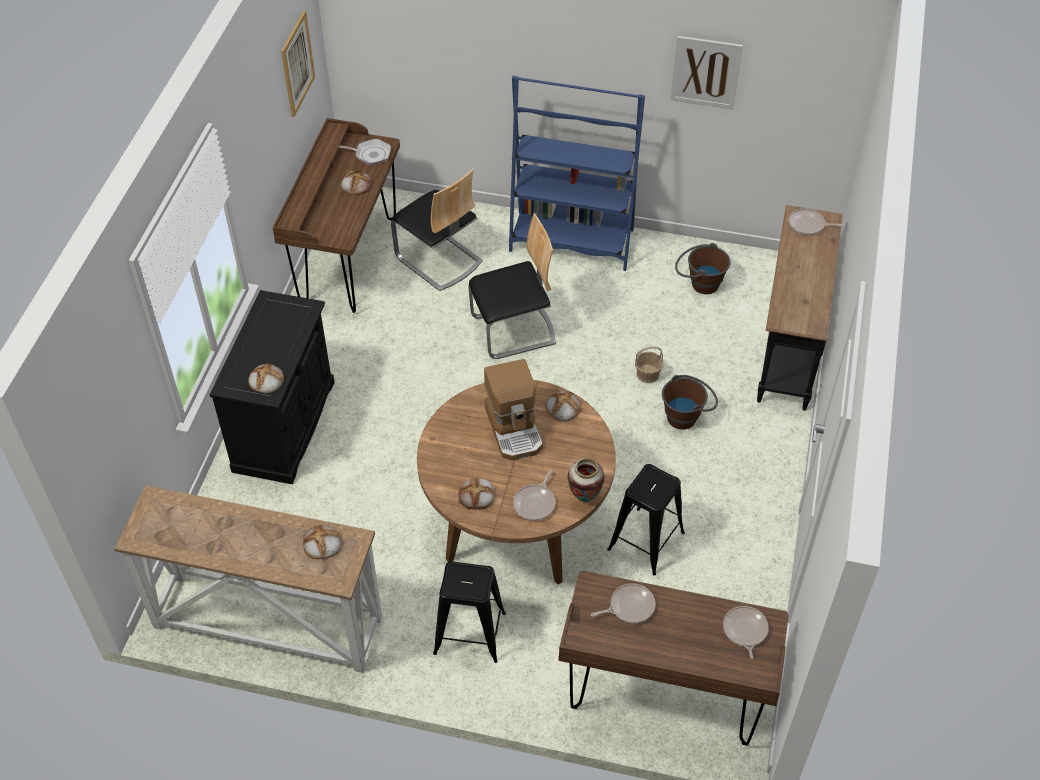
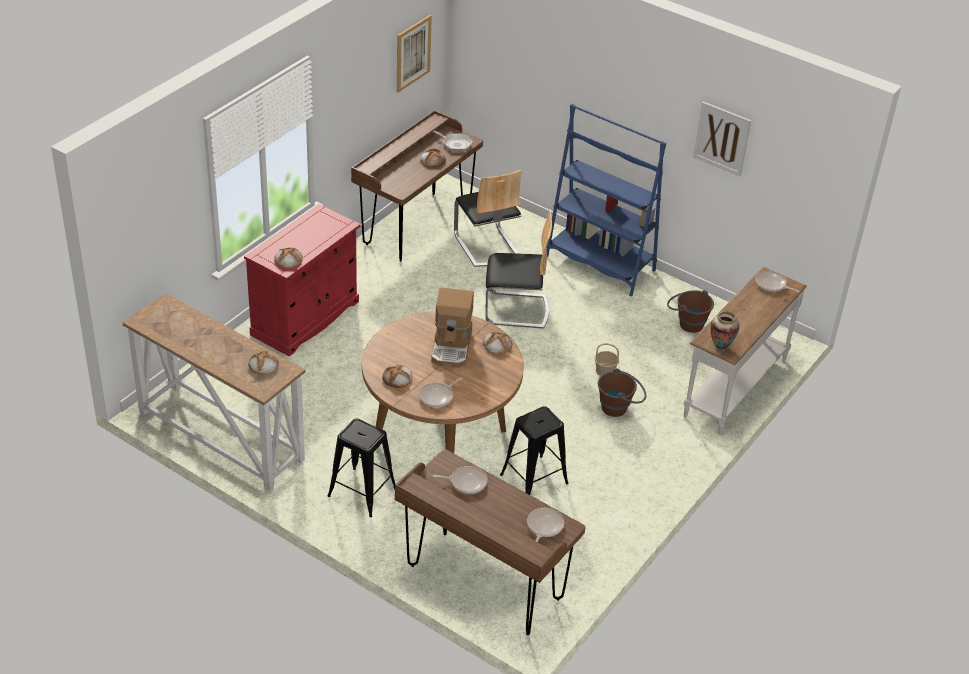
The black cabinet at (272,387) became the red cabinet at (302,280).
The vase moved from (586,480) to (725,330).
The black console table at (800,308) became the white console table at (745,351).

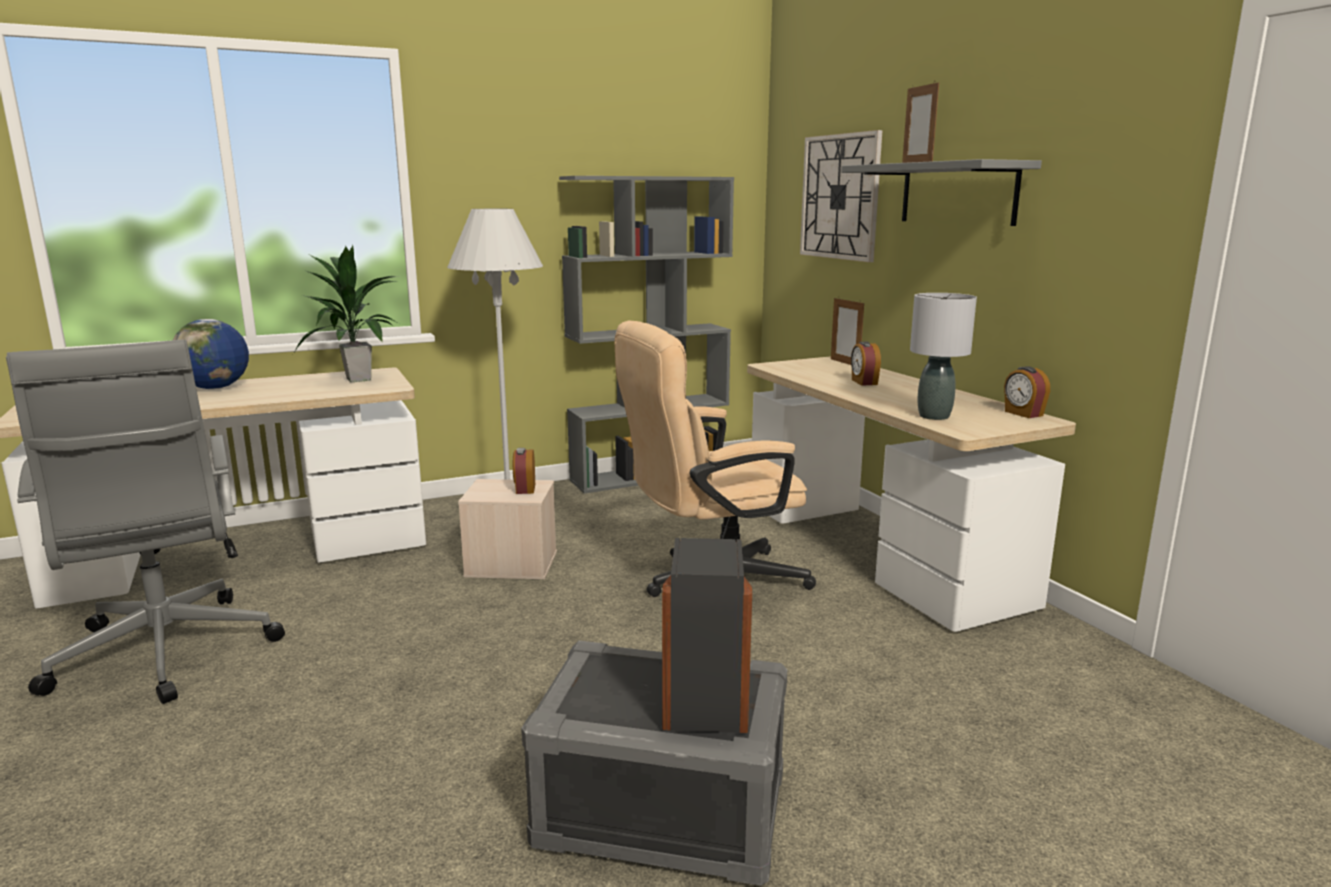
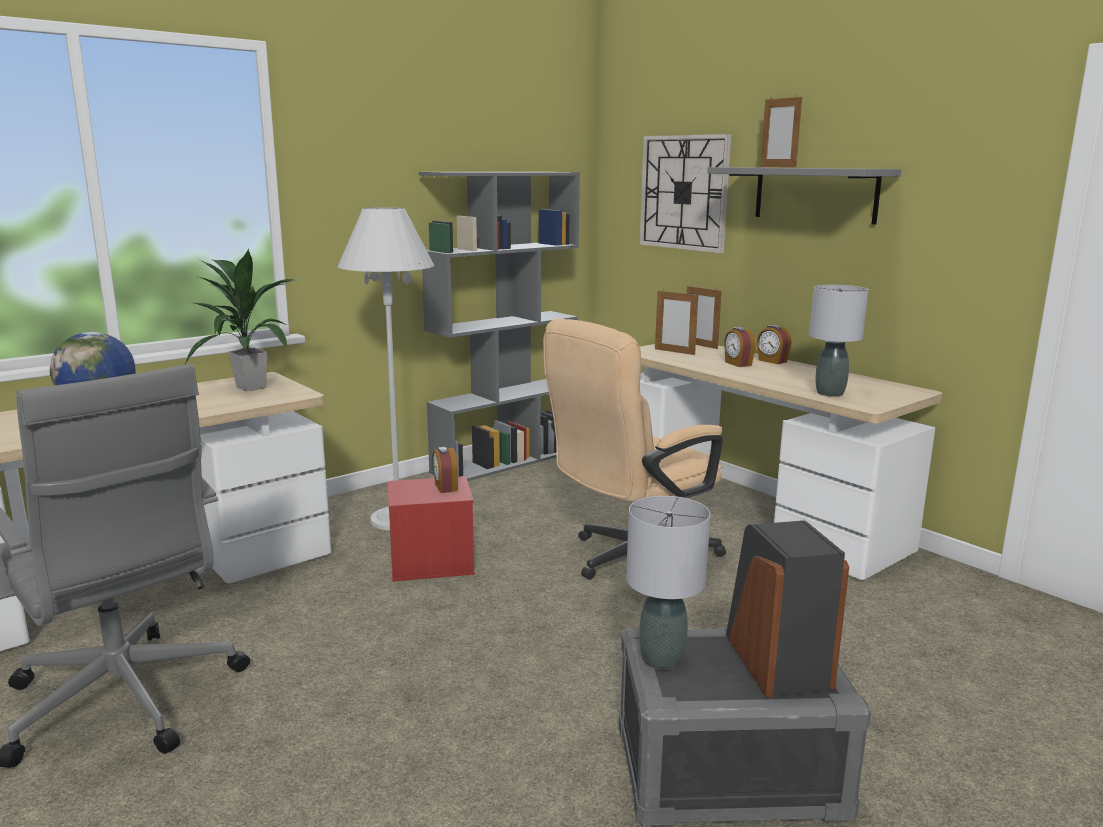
The beige storage box at (507,529) became the red storage box at (431,529).
The alarm clock moved from (1027,392) to (774,344).
The grey table lamp at (668,583) appeared.
The picture frame at (676,322) appeared.

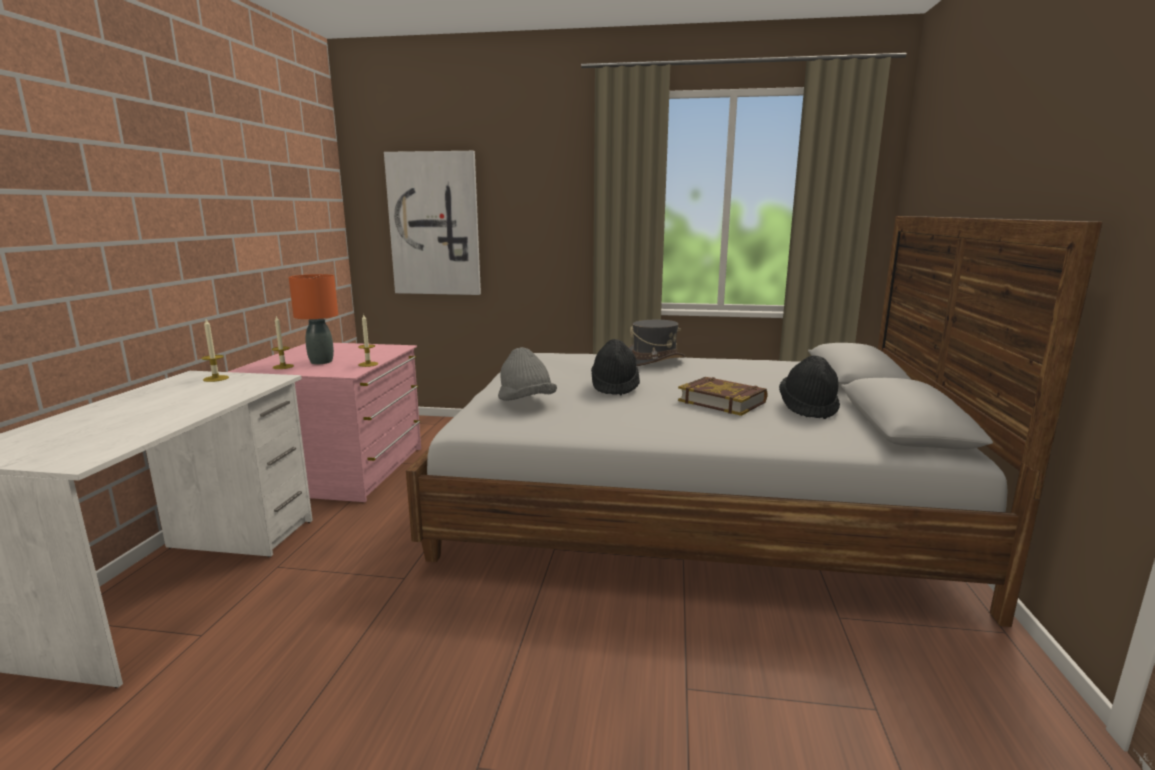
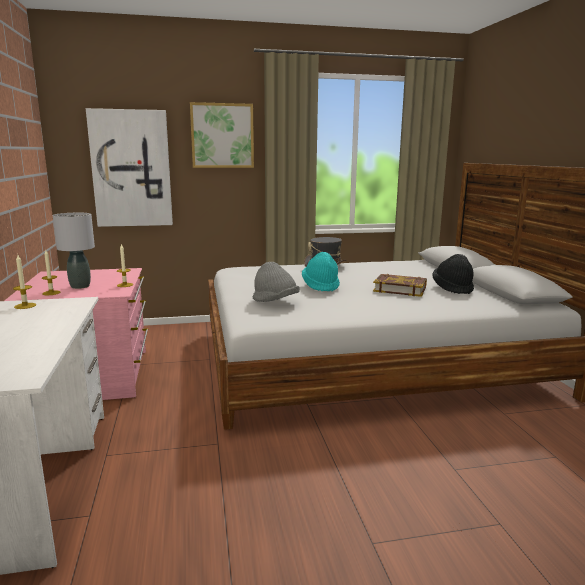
The orange table lamp at (313,319) became the grey table lamp at (74,251).
The black hat at (615,367) became the turquoise hat at (321,271).
The picture at (222,135) appeared.

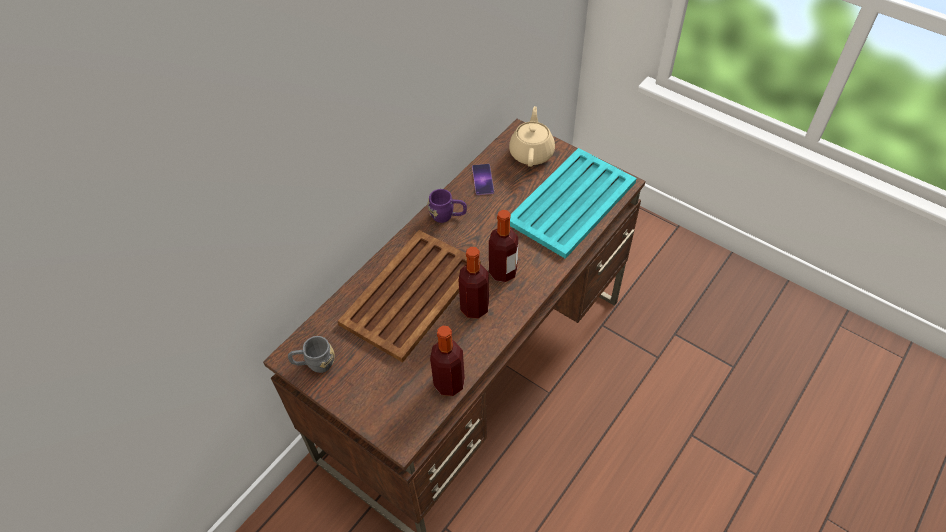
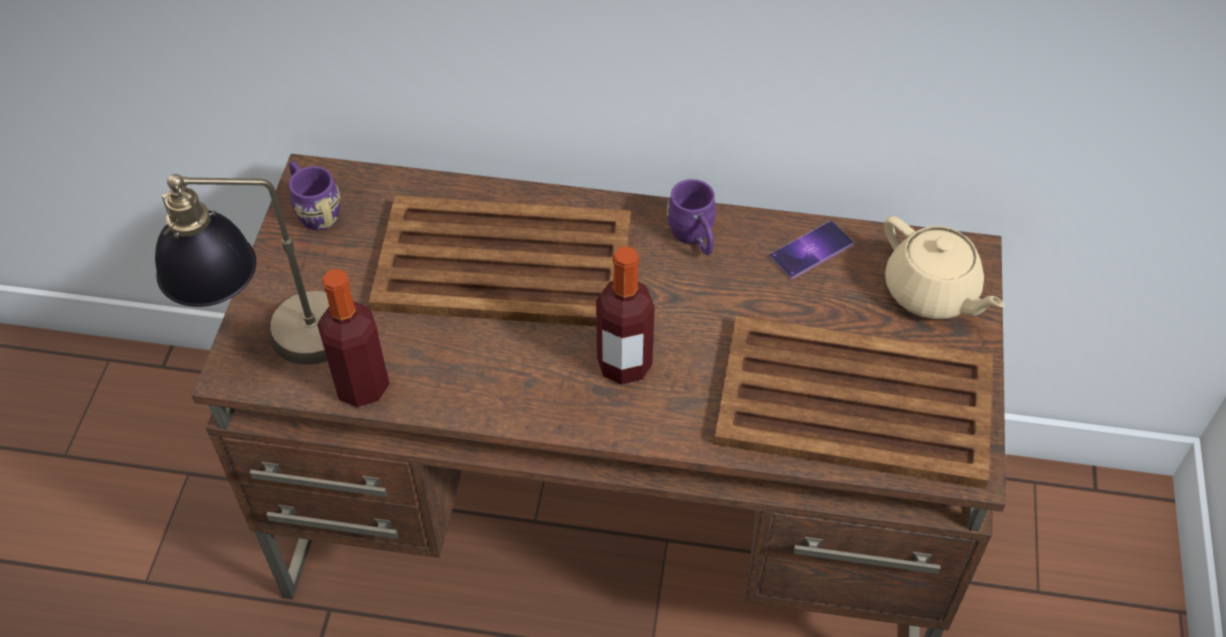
The grey mug at (311,354) became the purple mug at (314,195).
The bottle at (474,282) disappeared.
The beige teapot at (532,136) turned 75 degrees clockwise.
The turquoise tray at (573,203) became the brown tray at (853,402).
The table lamp at (242,269) appeared.

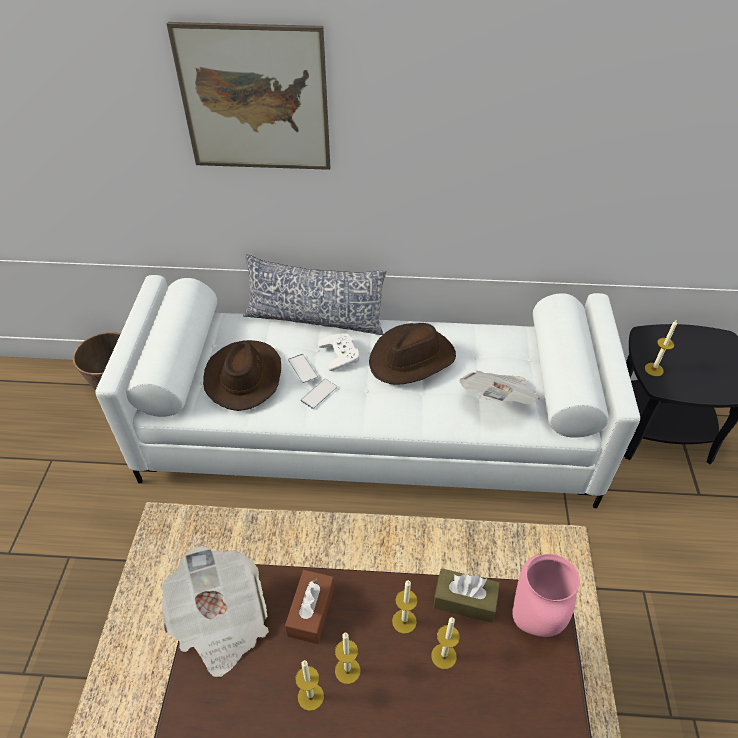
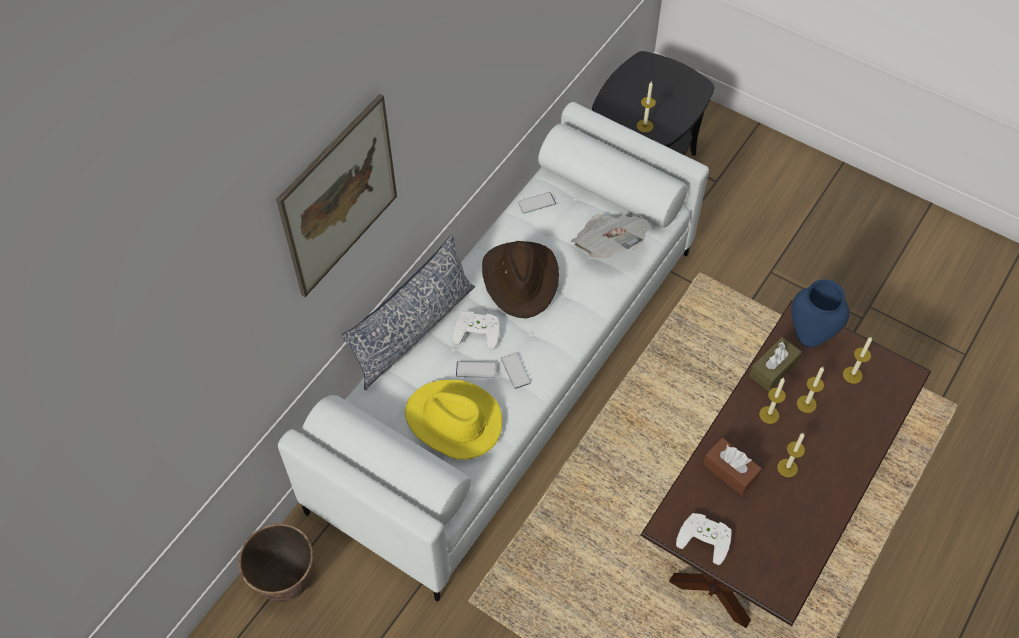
The newspaper at (215,611) was replaced by the white game controller at (703,539).
The brown hat at (242,375) became the yellow hat at (453,420).
The candle moved from (310,685) to (857,360).
The pink vase at (546,595) became the blue vase at (820,313).
The phone at (537,203) appeared.

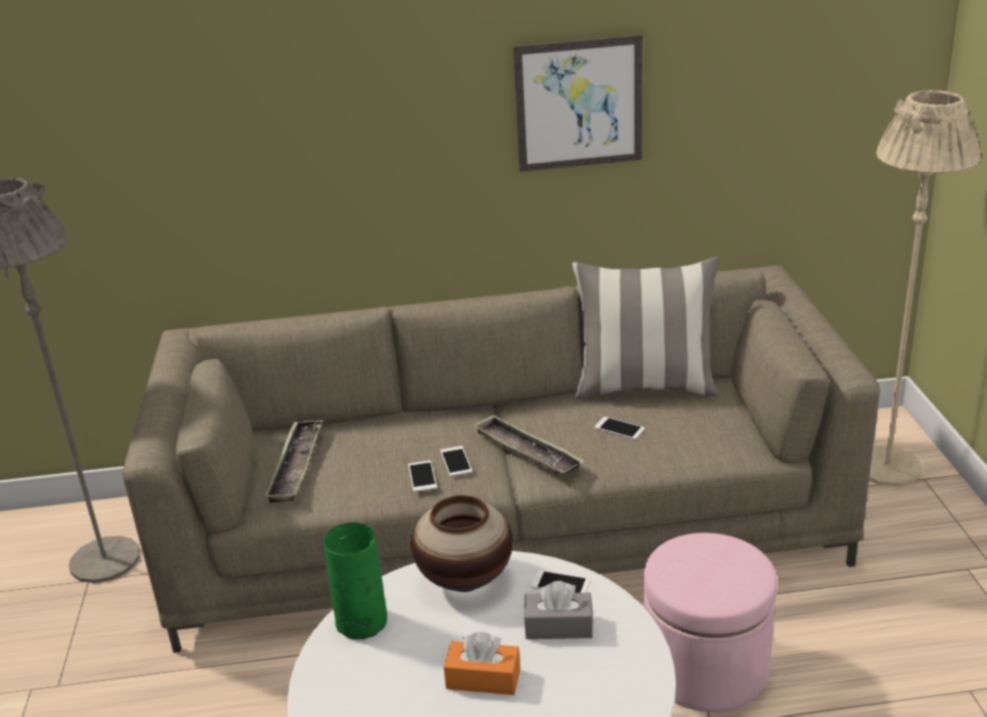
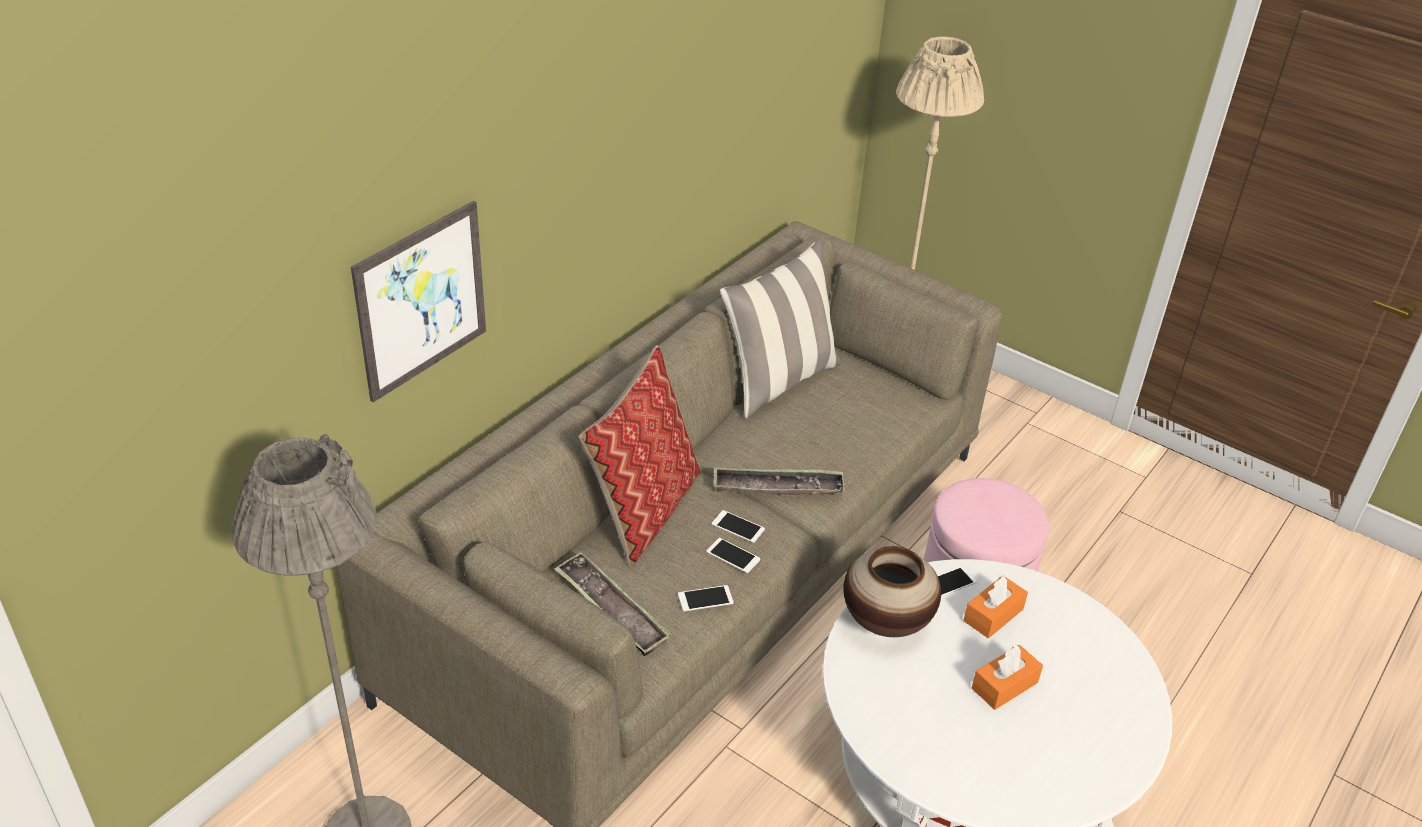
The green vase at (355,580) disappeared.
The picture moved from (578,103) to (418,301).
The grey tissue box at (558,610) became the orange tissue box at (995,606).
The phone moved from (619,428) to (706,598).
The pillow at (639,456) appeared.

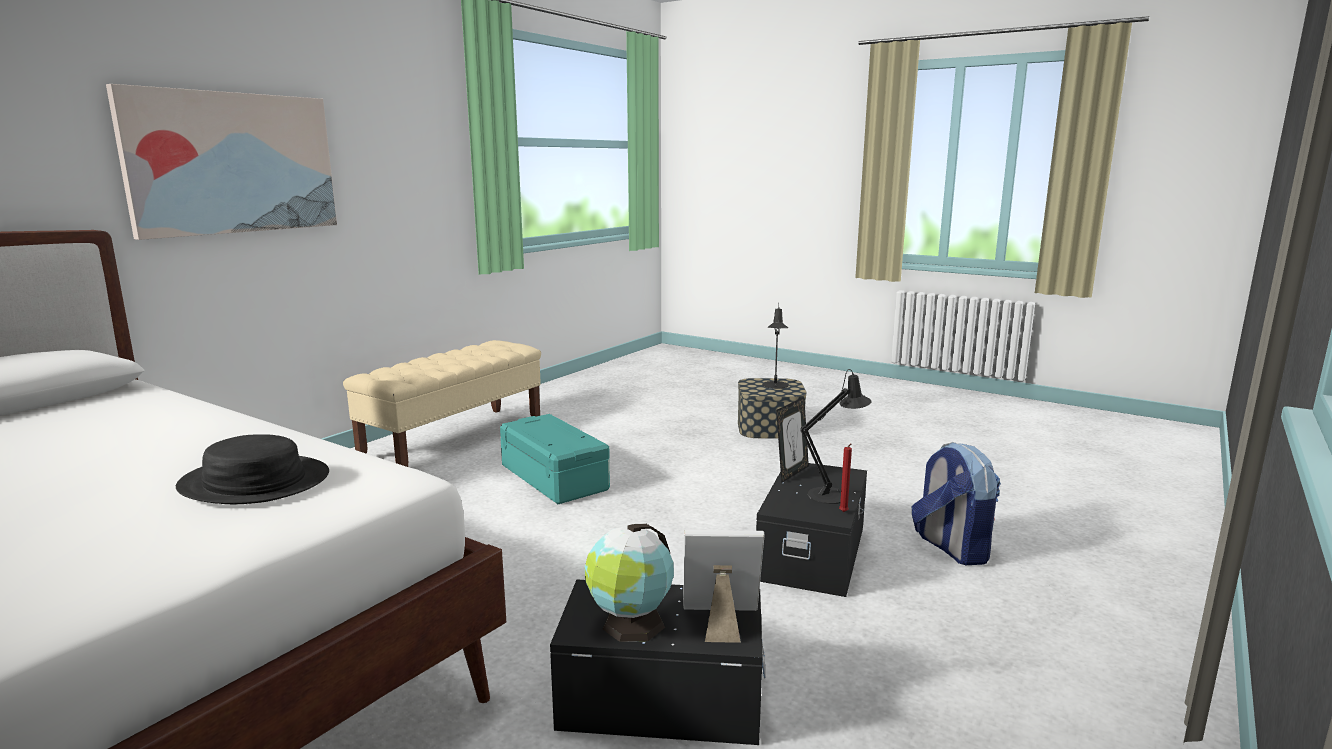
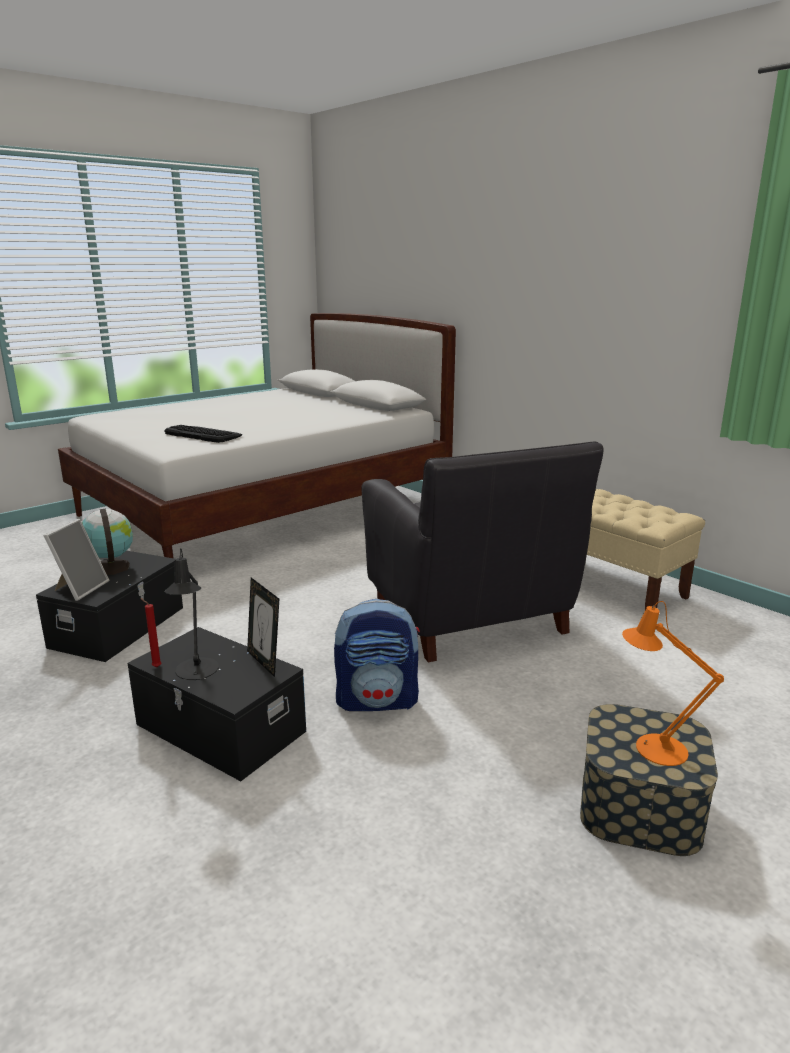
The picture at (221,162) disappeared.
The black hat at (252,469) was replaced by the keyboard at (203,434).
The turquoise storage box at (555,459) was replaced by the black armchair at (482,552).
The black table lamp at (775,346) became the orange table lamp at (673,683).
The backpack moved from (956,503) to (377,655).

